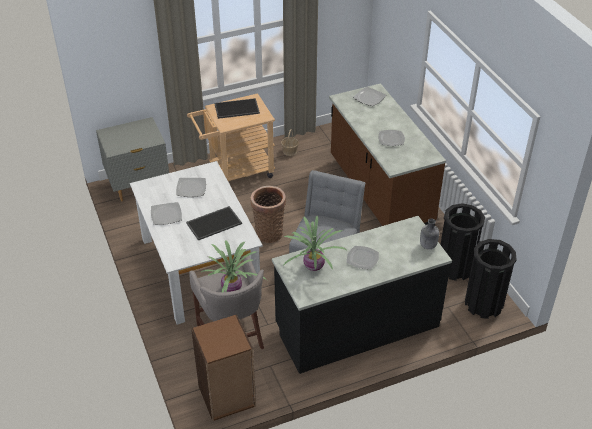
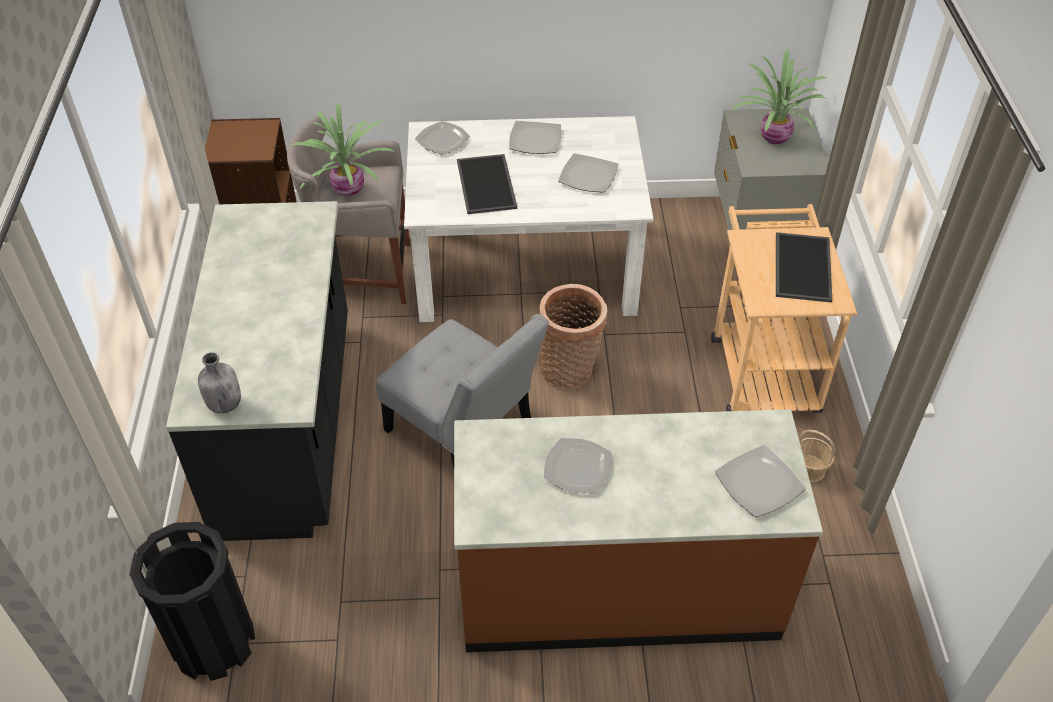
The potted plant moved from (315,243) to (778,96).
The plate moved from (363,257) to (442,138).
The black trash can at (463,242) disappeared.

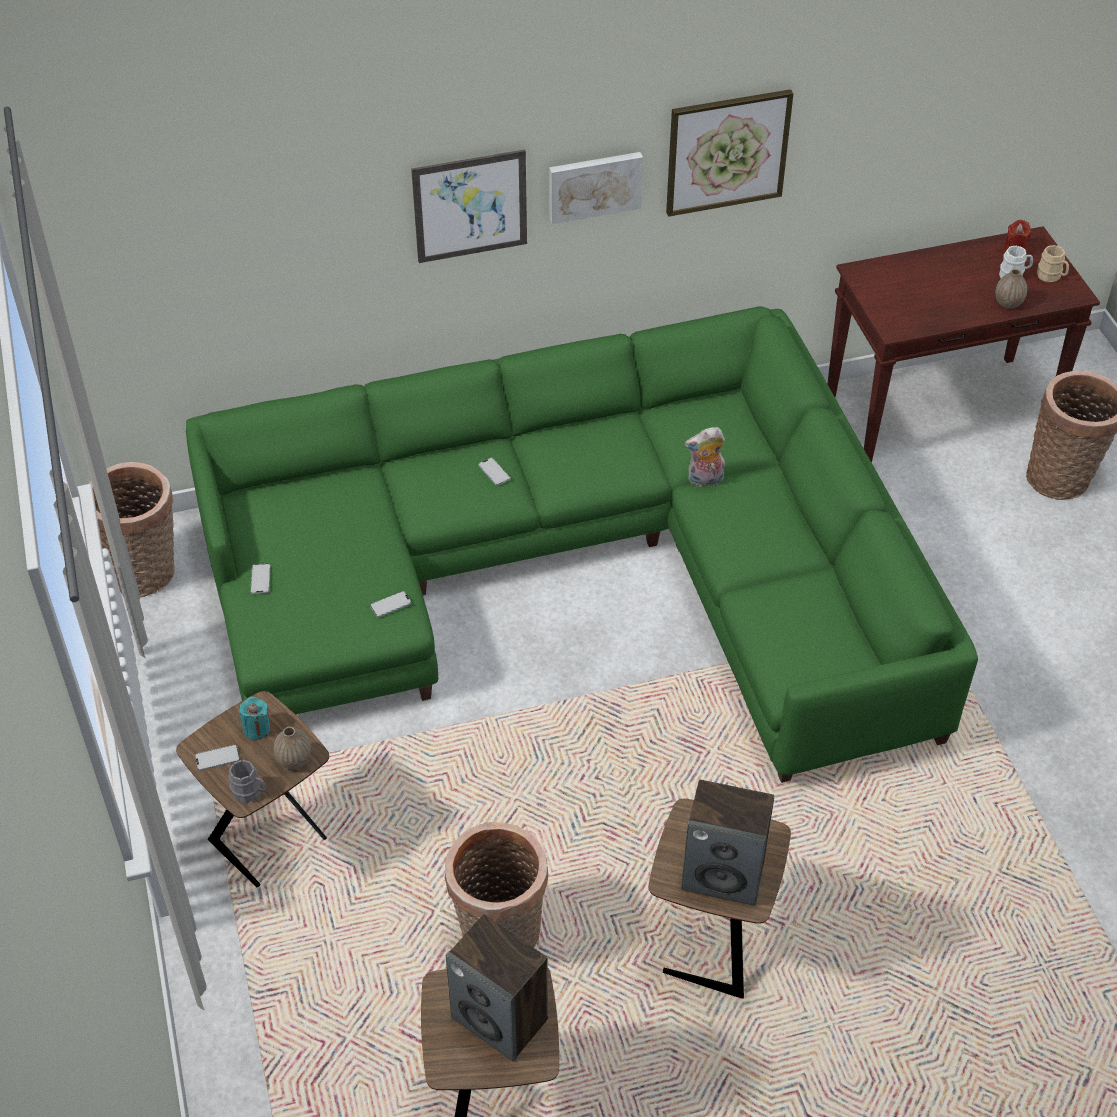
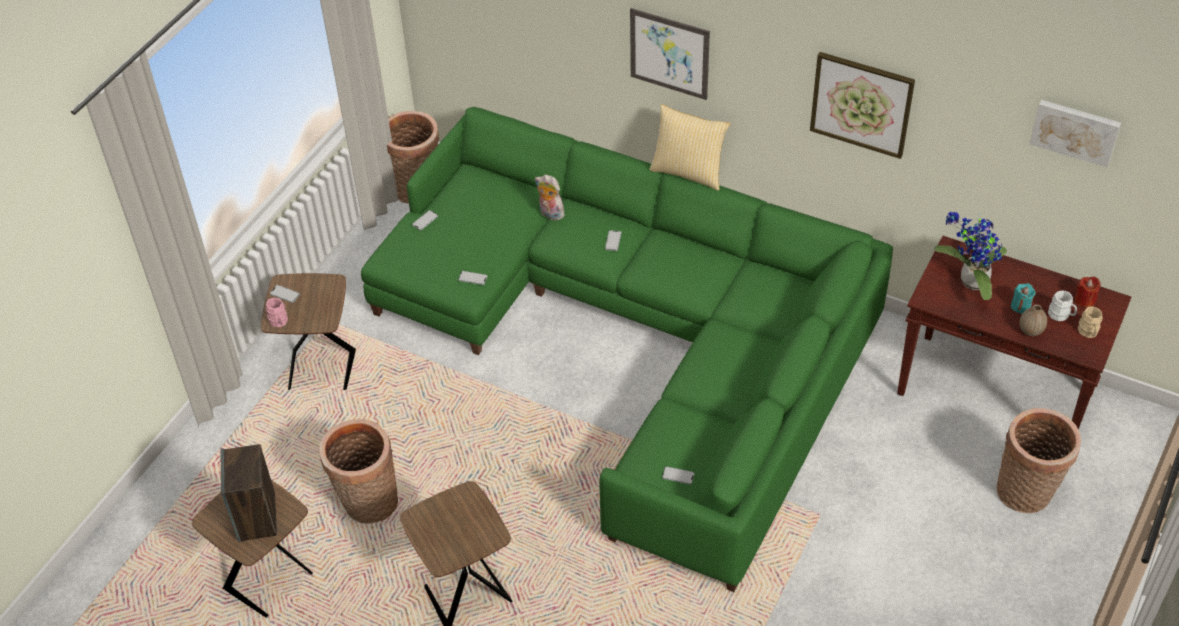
The grey mug at (247,782) became the pink mug at (277,312).
The turquoise candle moved from (255,718) to (1023,298).
The vase at (292,747) disappeared.
The picture moved from (596,188) to (1075,133).
The speaker at (727,843) disappeared.
The plush toy moved from (705,457) to (551,198).
The pillow at (690,147) appeared.
The phone at (678,475) appeared.
The potted plant at (970,256) appeared.

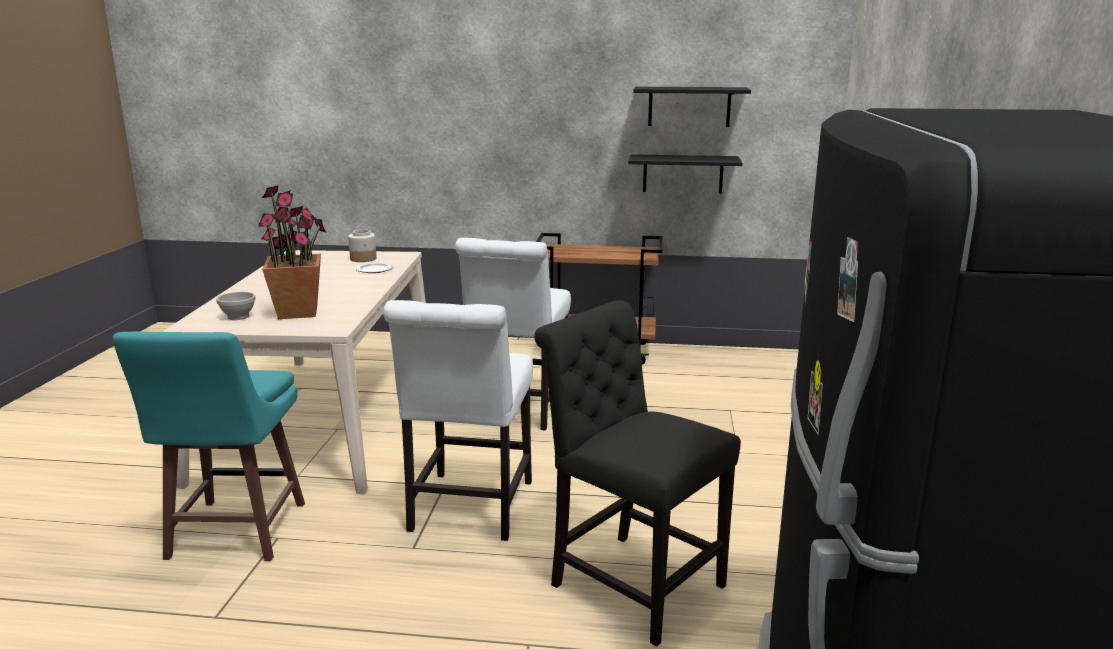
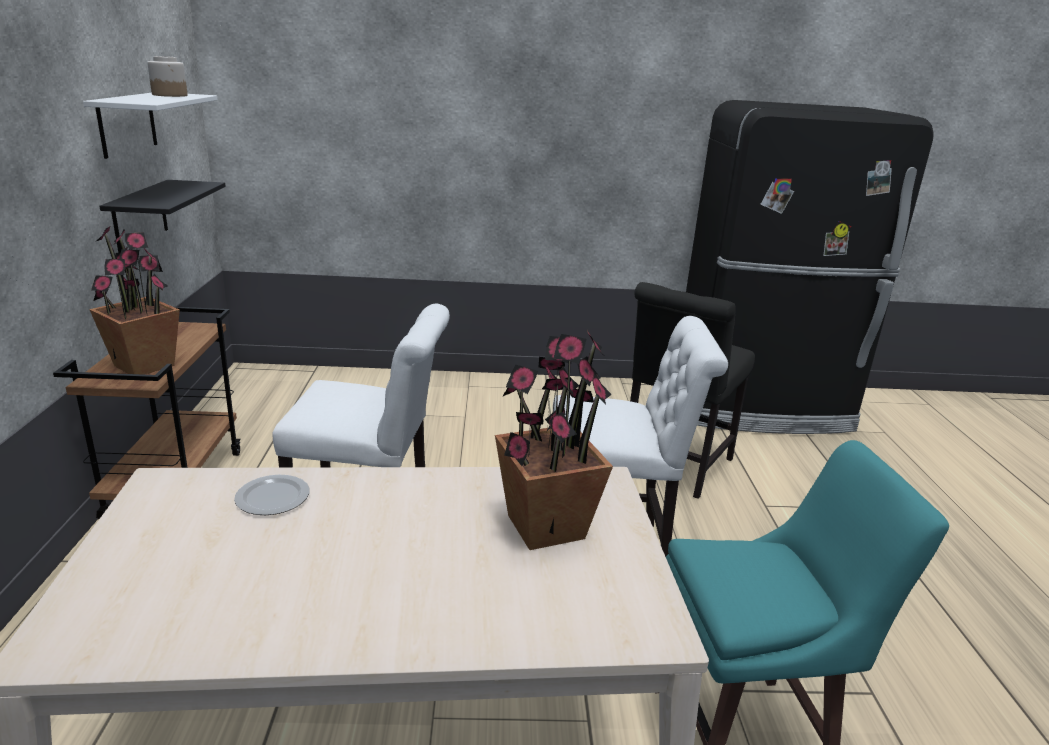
The white bowl at (236,306) disappeared.
The jar moved from (362,246) to (167,76).
The black shelf at (692,107) became the white shelf at (150,126).
The potted plant at (134,300) appeared.

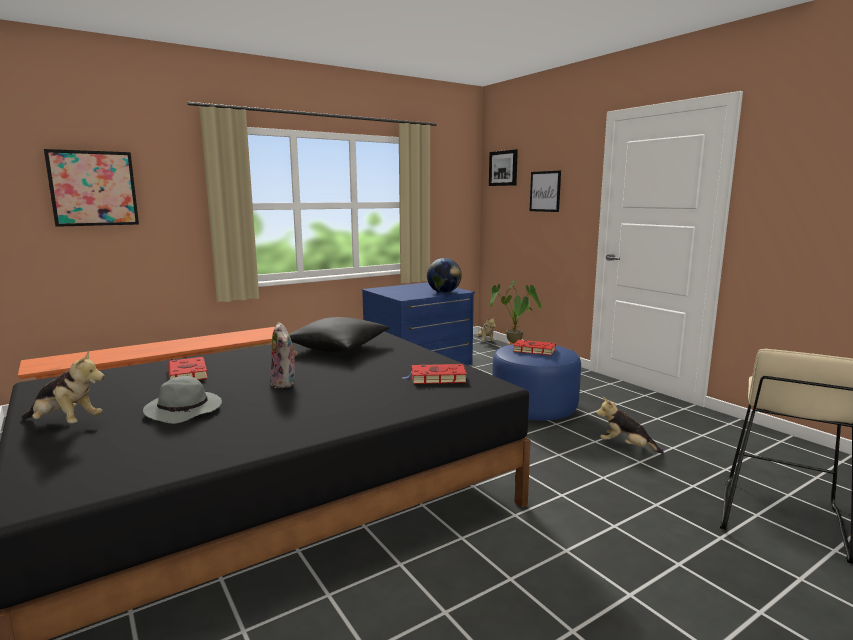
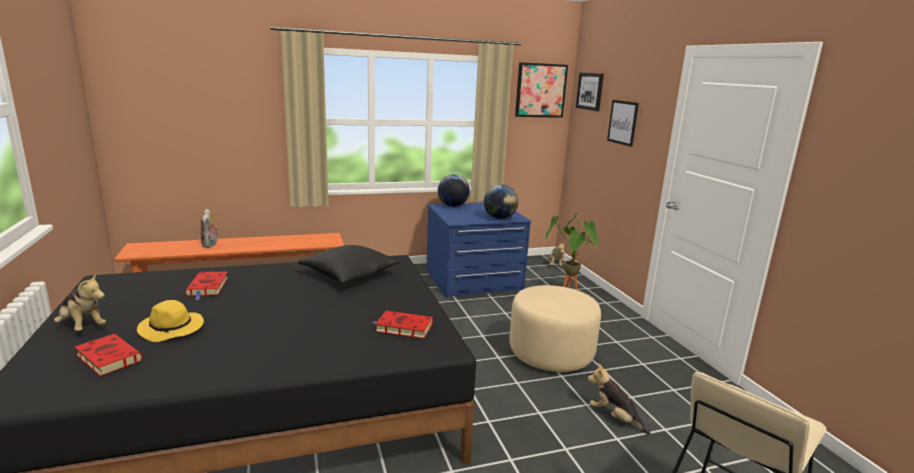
The picture moved from (91,188) to (541,90).
The grey hat at (182,400) became the yellow hat at (170,321).
The plush toy moved from (284,355) to (209,228).
The blue ottoman at (536,382) became the beige ottoman at (555,328).
The red book moved from (532,347) to (109,355).
The globe at (454,190) appeared.

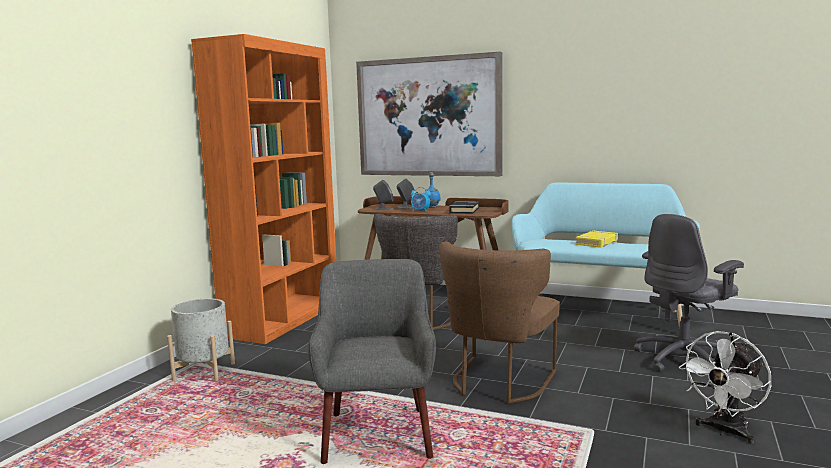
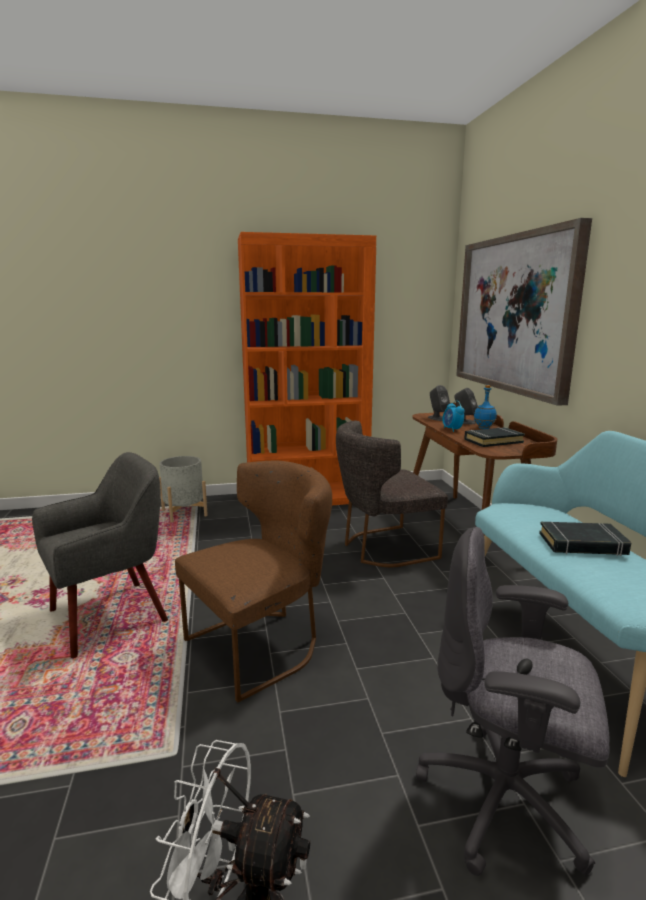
The brown chair at (499,323) turned 150 degrees clockwise.
The yellow book at (597,239) became the black book at (585,539).

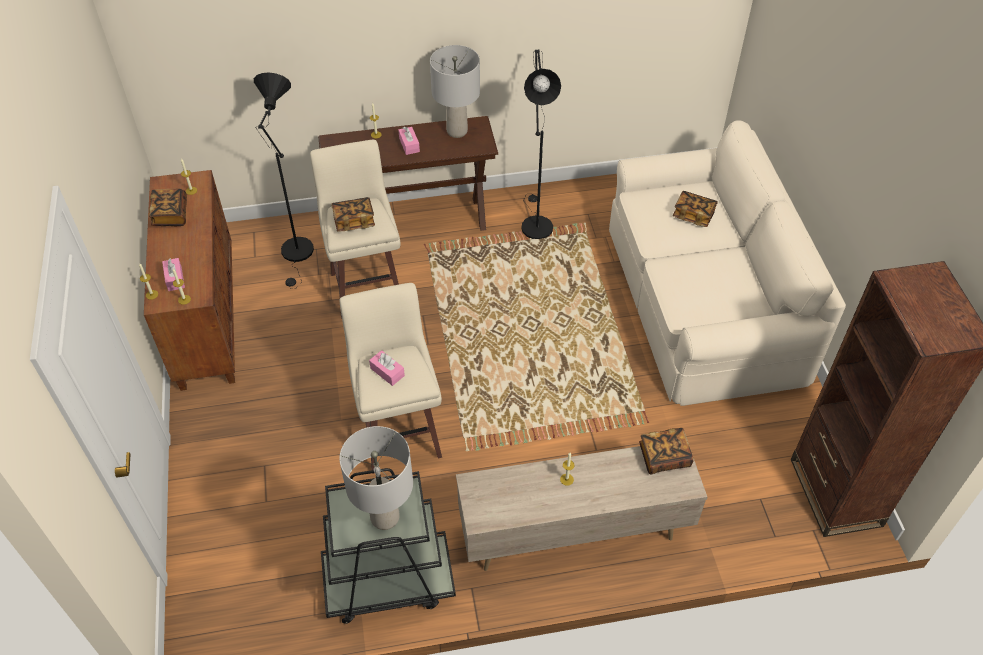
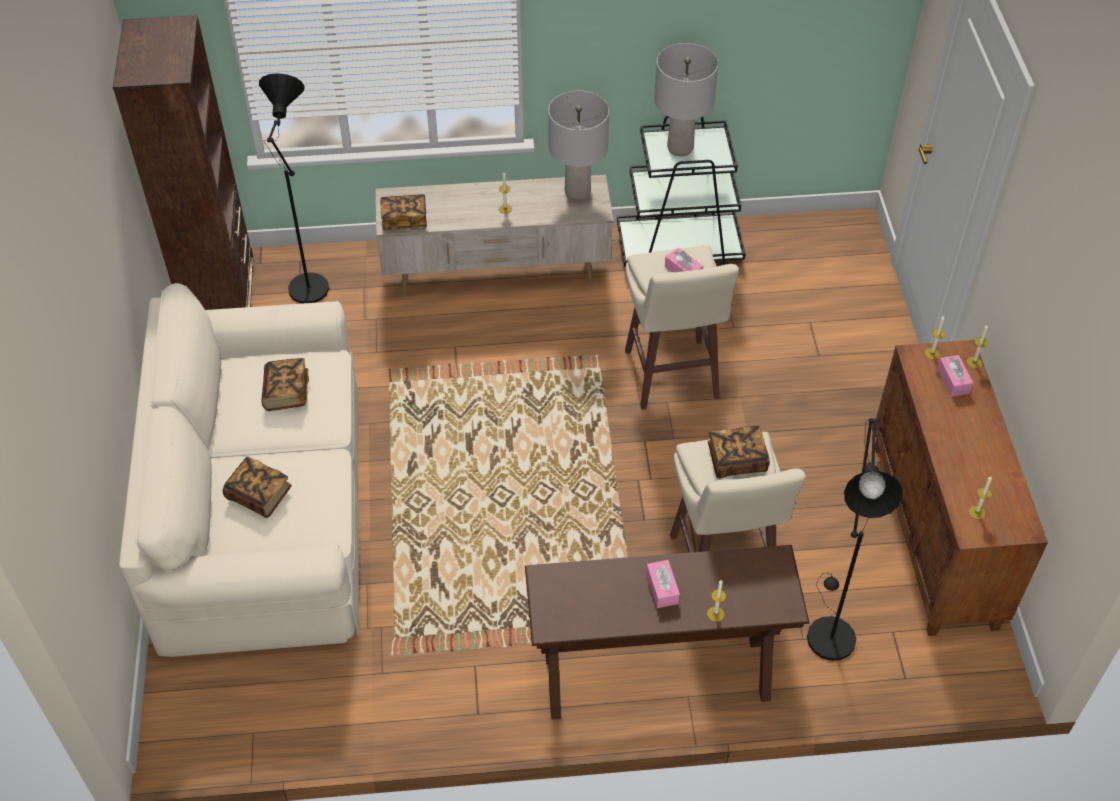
The book moved from (168,207) to (285,384).
The grey table lamp moved from (455,91) to (578,146).
The black floor lamp moved from (541,144) to (294,188).

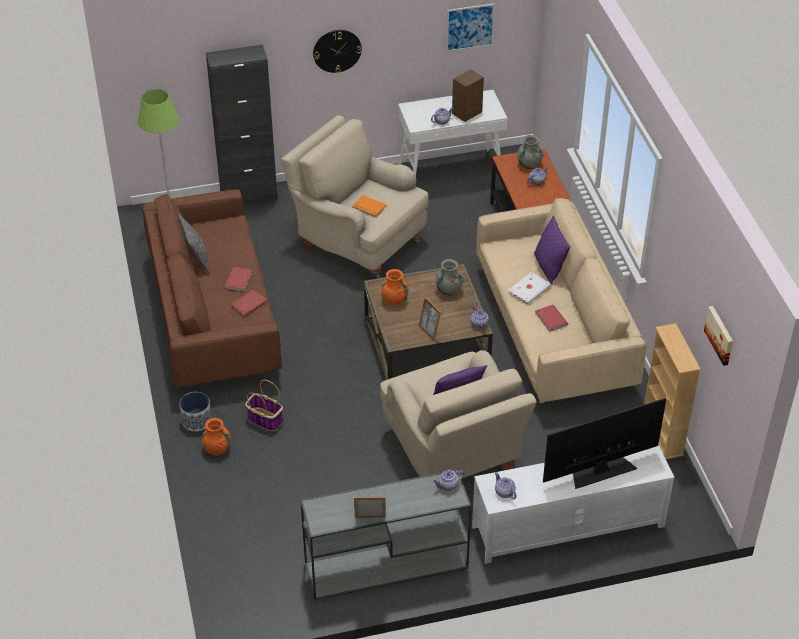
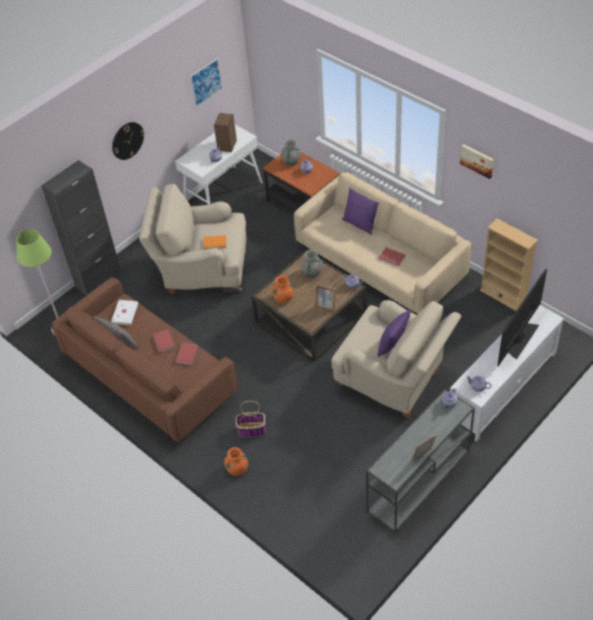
The planter at (195,411) disappeared.
The white book moved from (529,288) to (124,312).
The picture moved from (718,336) to (477,161).

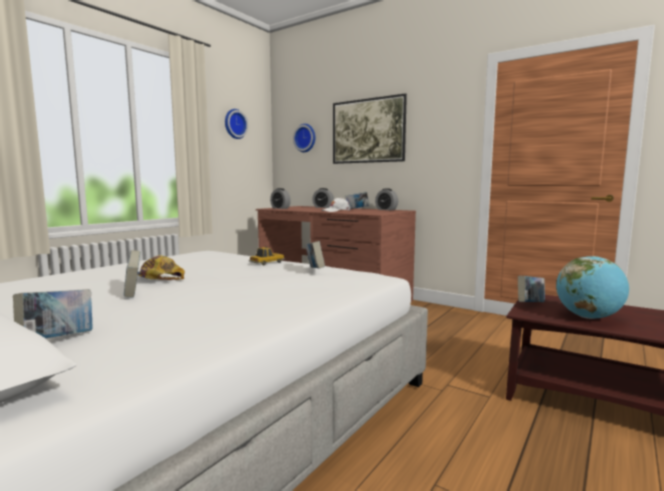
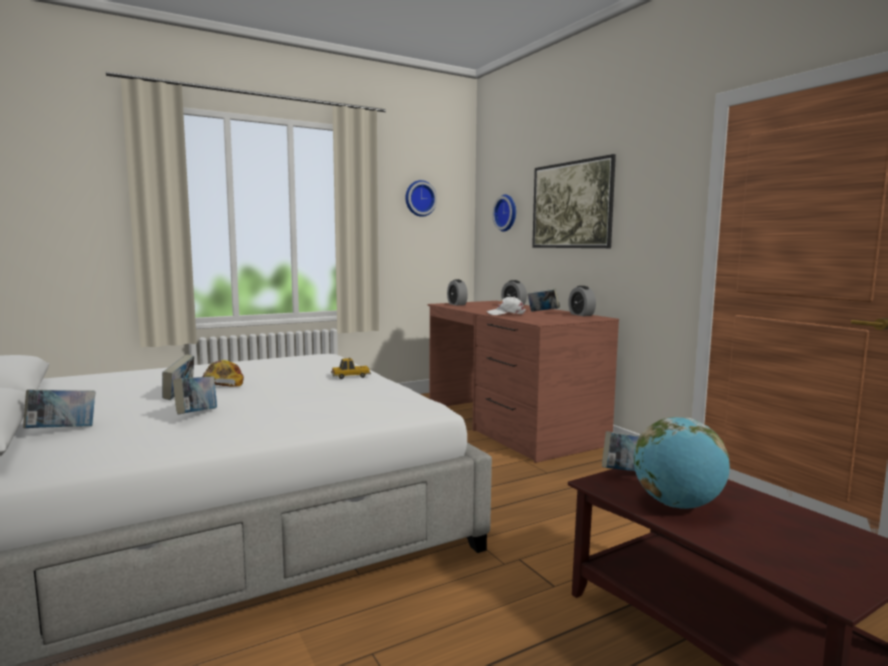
The book moved from (315,254) to (195,395).

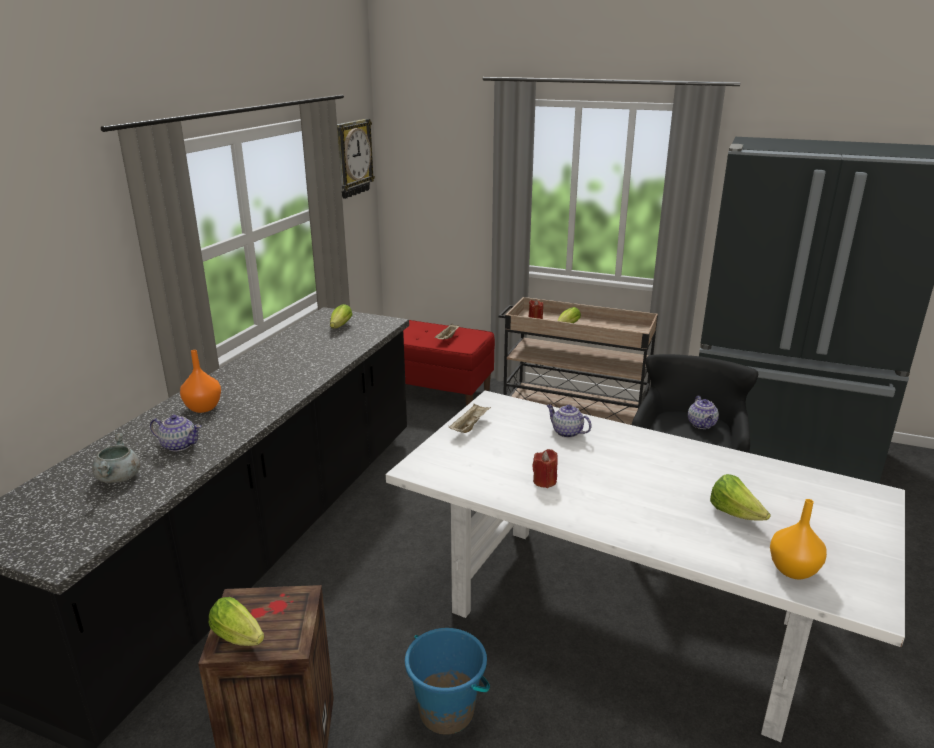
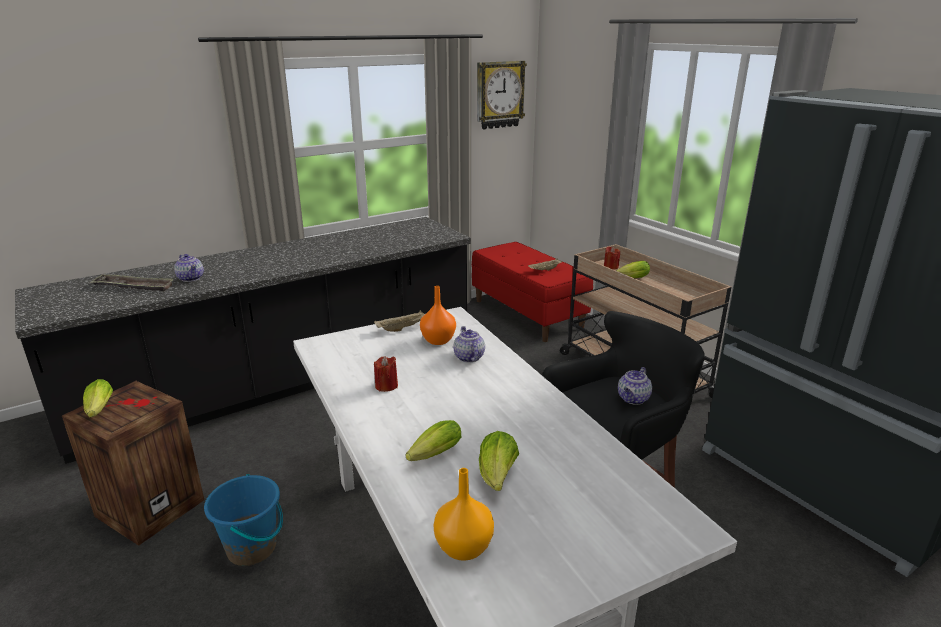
The grey cooking pot at (116,458) was replaced by the tray at (132,283).
The orange vase moved from (200,381) to (438,315).
The lettuce moved from (341,316) to (433,440).

